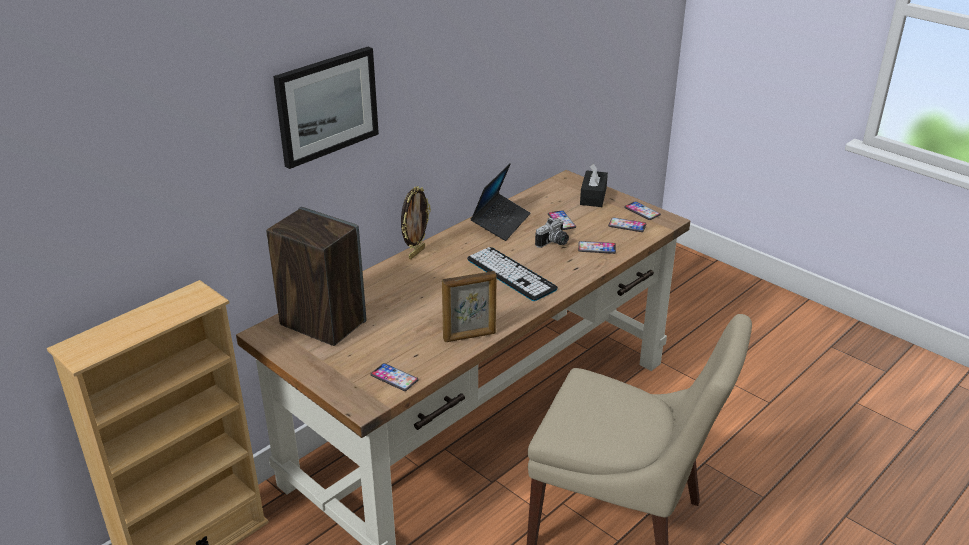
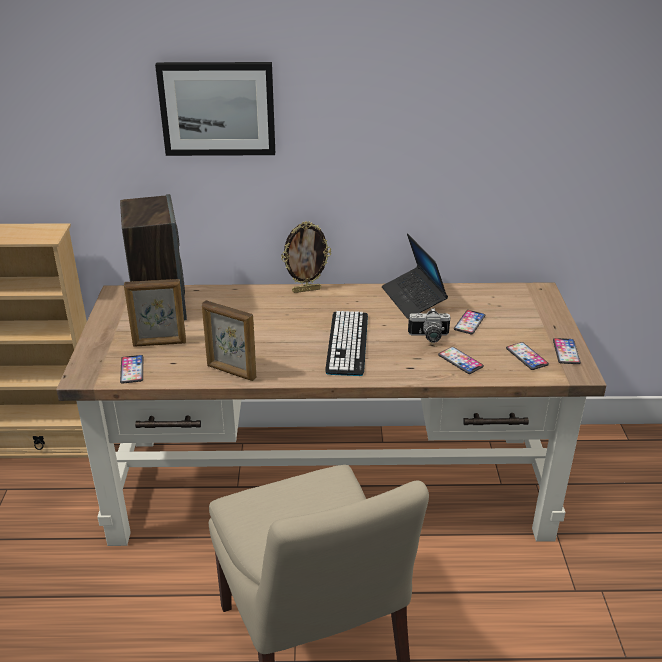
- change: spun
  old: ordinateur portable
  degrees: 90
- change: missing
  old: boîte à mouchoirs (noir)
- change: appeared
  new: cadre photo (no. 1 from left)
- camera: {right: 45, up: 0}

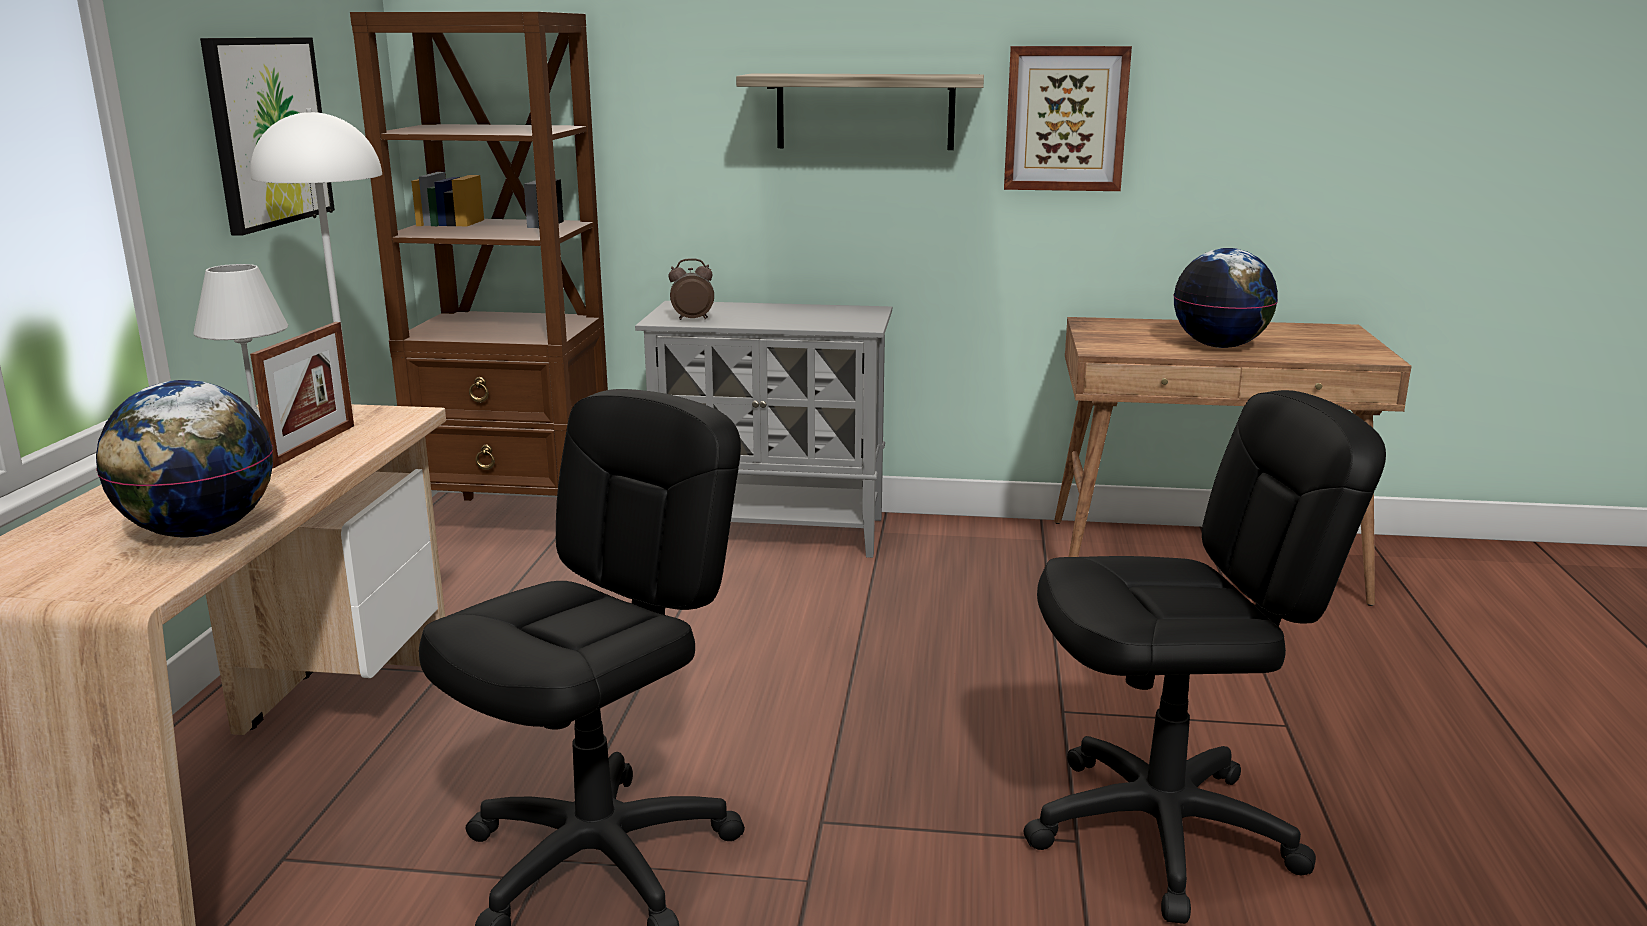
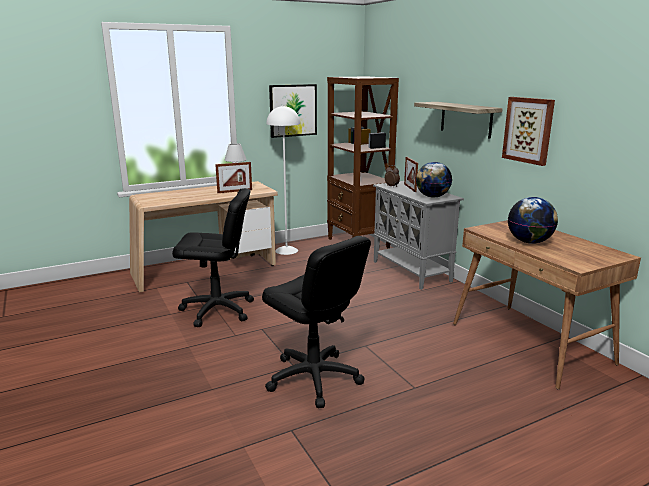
- change: relocated
  old: globe (no. 1 from left)
- change: appeared
  new: cadre photo (no. 2 from left)
- camera: {right: 55, up: 0}

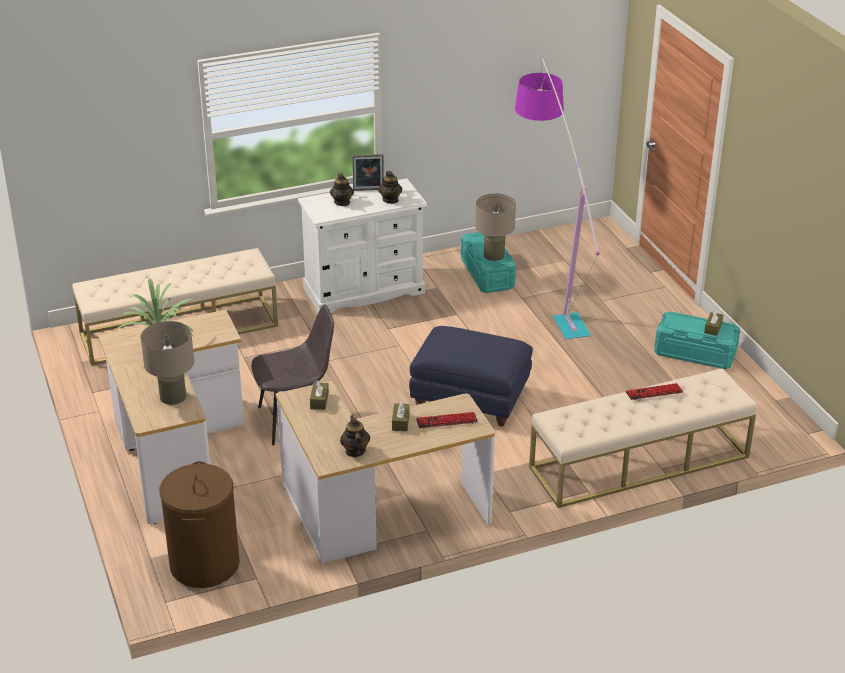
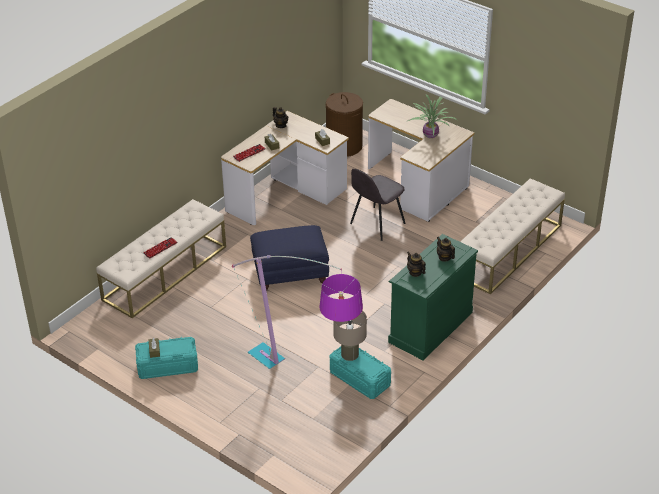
- change: missing
  old: cadre photo
- change: colour
  old: commode (blanc)
  new: commode (vert)
- change: missing
  old: lampe de table (beige) (no. 1 from left)
- camera: {right: 150, up: 5}

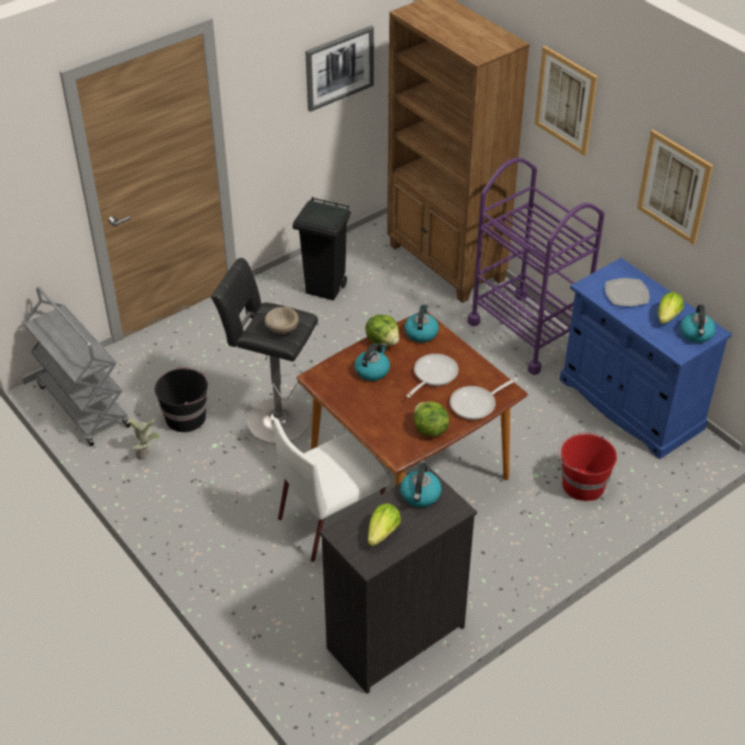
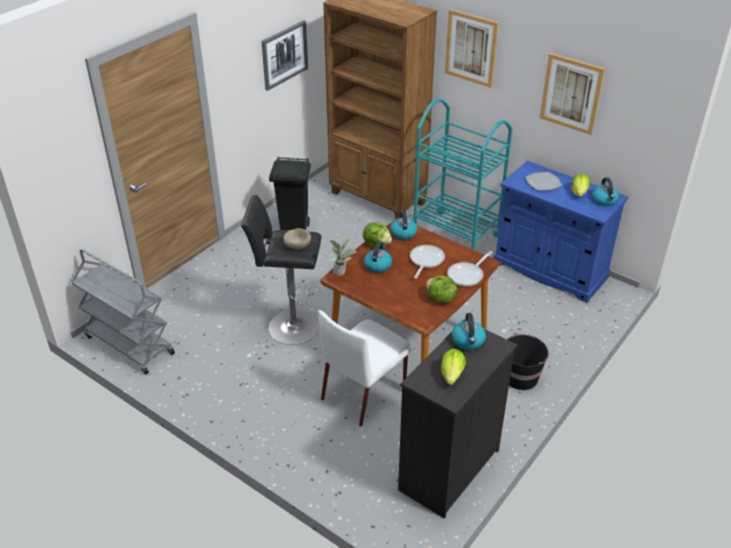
- change: colour
  old: chariot (violet)
  new: chariot (turquoise)
- change: relocated
  old: seau (noir)
- change: relocated
  old: plante en pot
- change: missing
  old: seau (rouge)
- camera: {right: -15, up: -5}

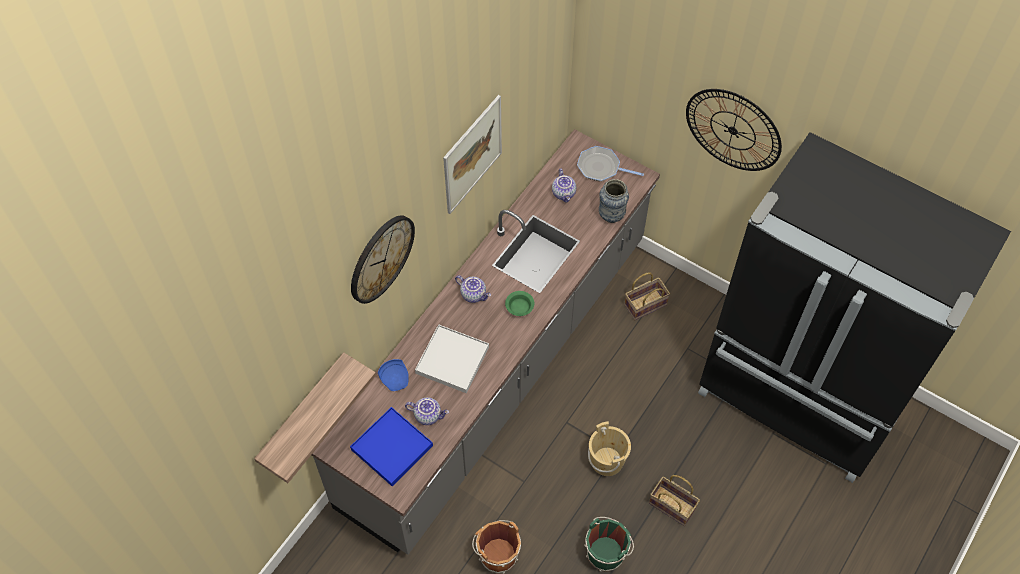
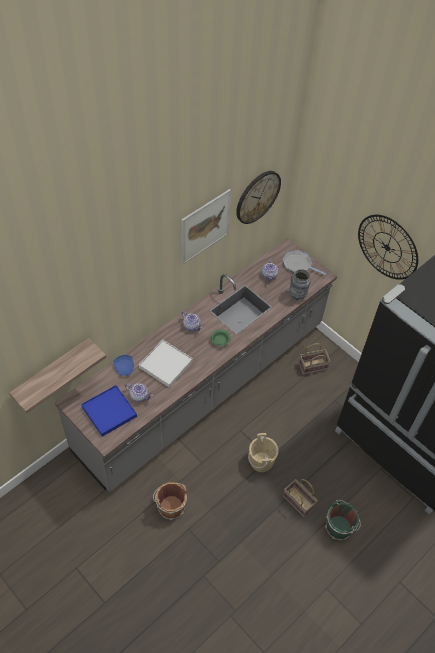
- change: relocated
  old: horloge murale (no. 1 from left)
- change: relocated
  old: seau (vert)
- camera: {right: 10, up: -5}

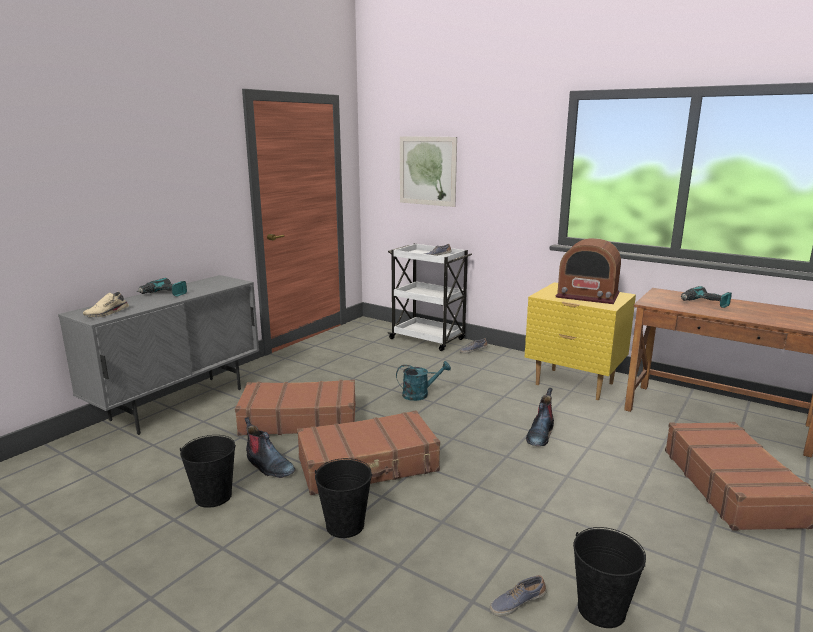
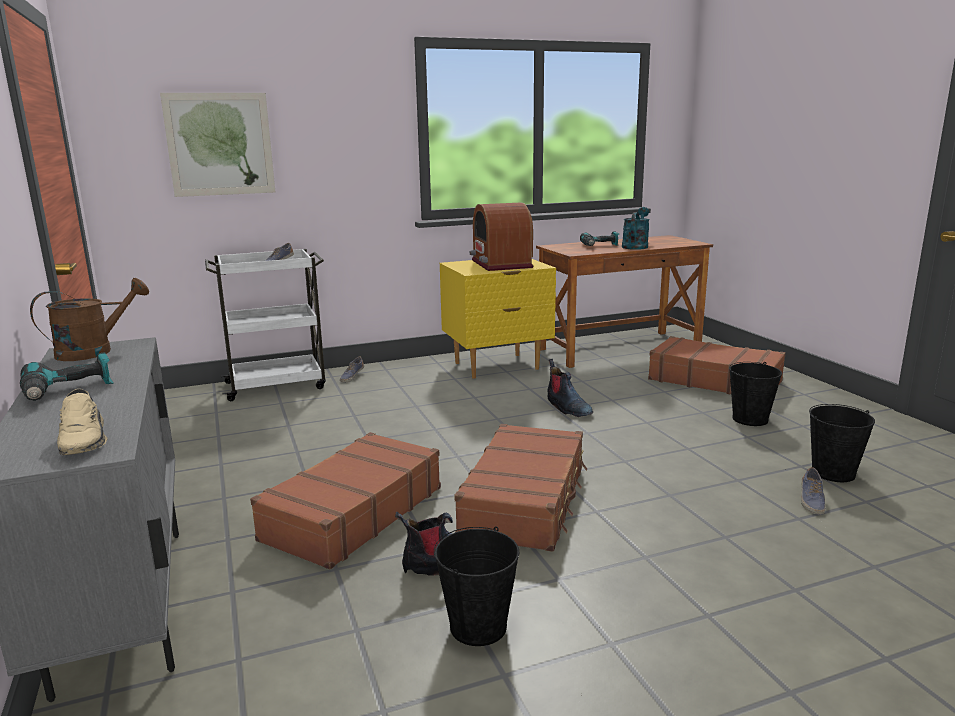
- change: spun
  old: radio
  degrees: 105
- change: relocated
  old: arrosoir (turquoise)
- change: relocated
  old: seau (noir) (no. 2 from left)
- change: appeared
  new: arrosoir (marron)
- camera: {right: -55, up: 0}

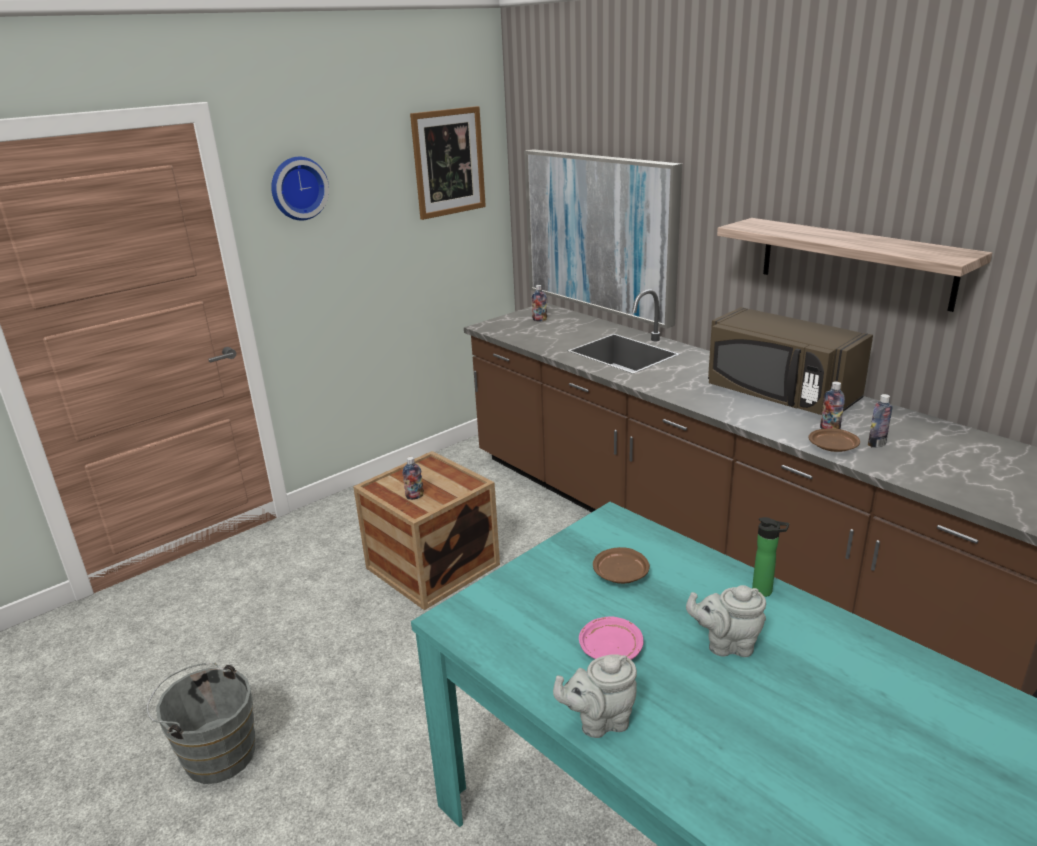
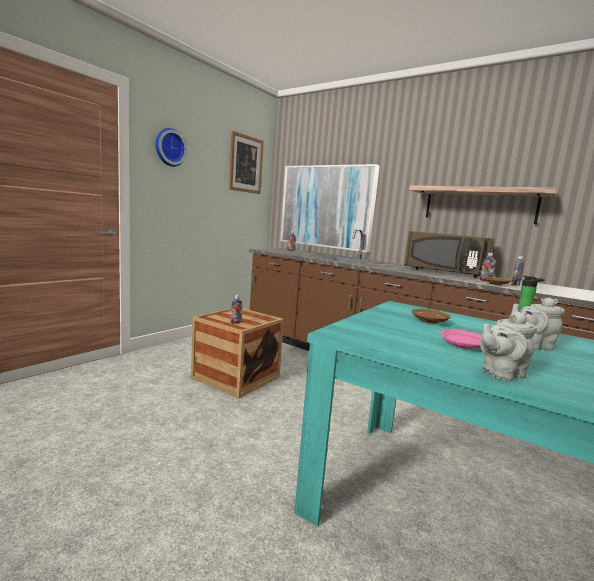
- change: missing
  old: seau (gris)
- camera: {right: -15, up: -15}

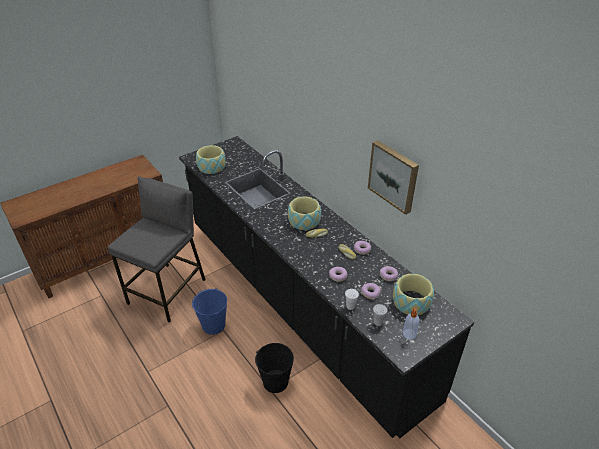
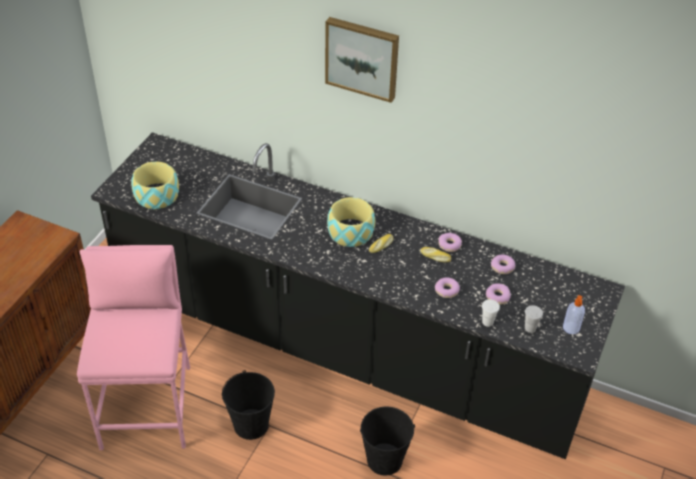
- change: relocated
  old: tableau
- change: colour
  old: tabouret (gris)
  new: tabouret (rose)
- change: missing
  old: bol (no. 3 from left)
- change: colour
  old: seau (bleu)
  new: seau (noir) (no. 1 from left)
- camera: {right: -30, up: 5}

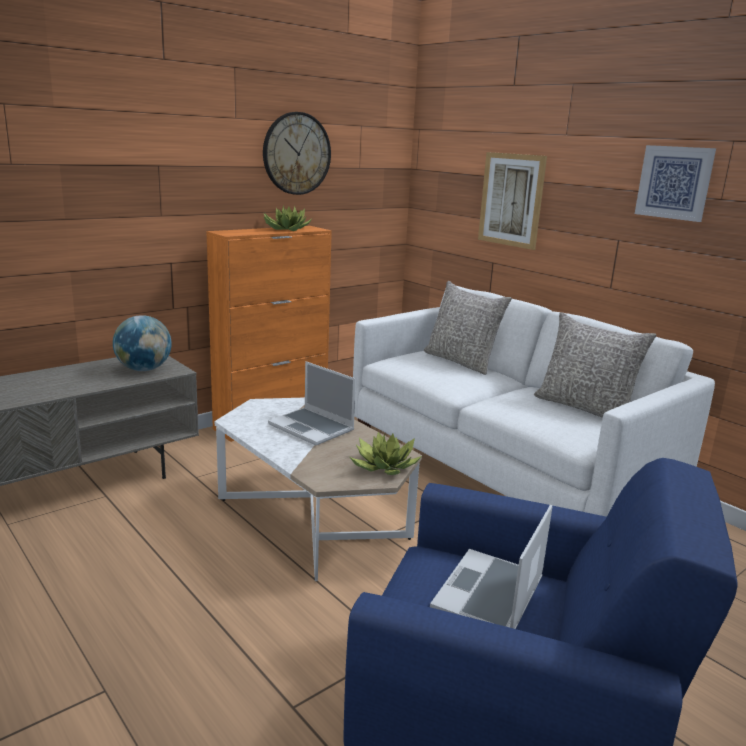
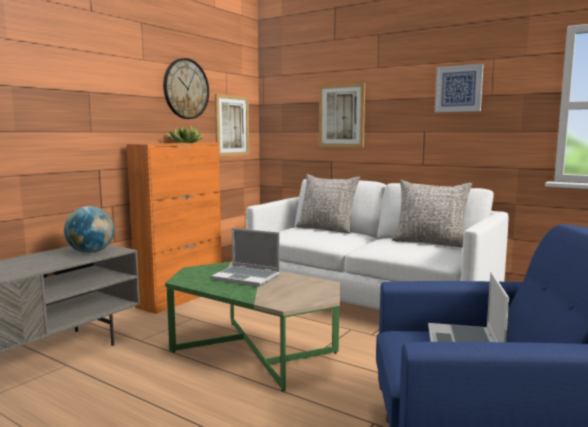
- change: colour
  old: table basse (blanc)
  new: table basse (vert)
- change: missing
  old: plante en pot (no. 2 from left)
- change: appeared
  new: tableau (no. 1 from left)
- camera: {right: -15, up: -10}

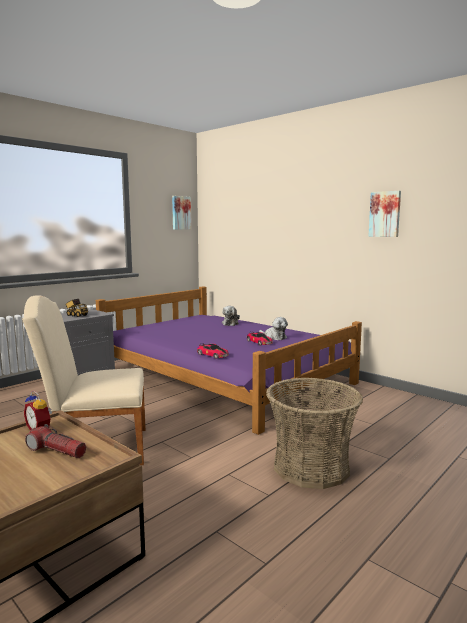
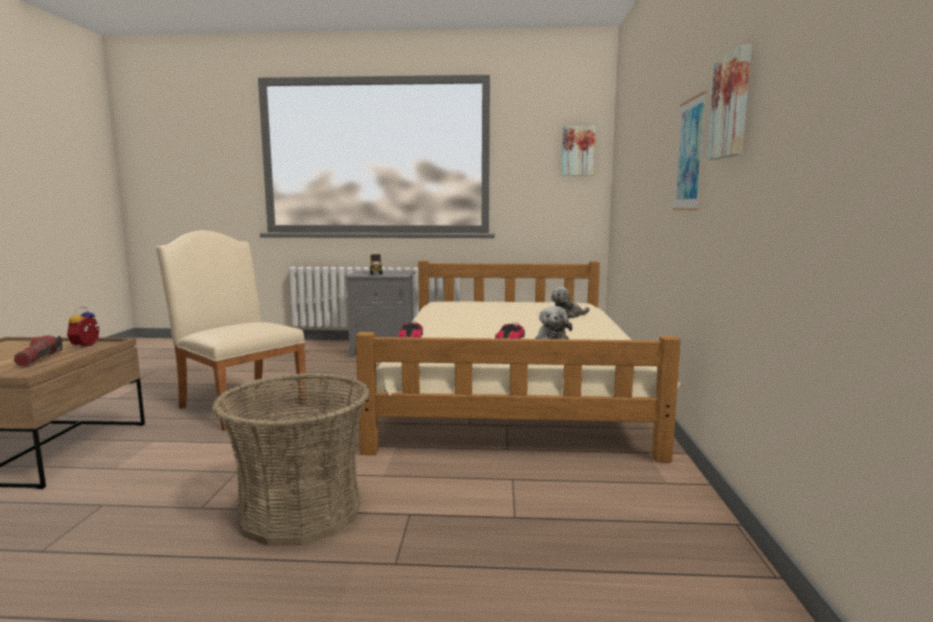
- change: colour
  old: lit (violet)
  new: lit (beige)
- change: appeared
  new: tableau (no. 2 from left)
- camera: {right: 50, up: 0}

